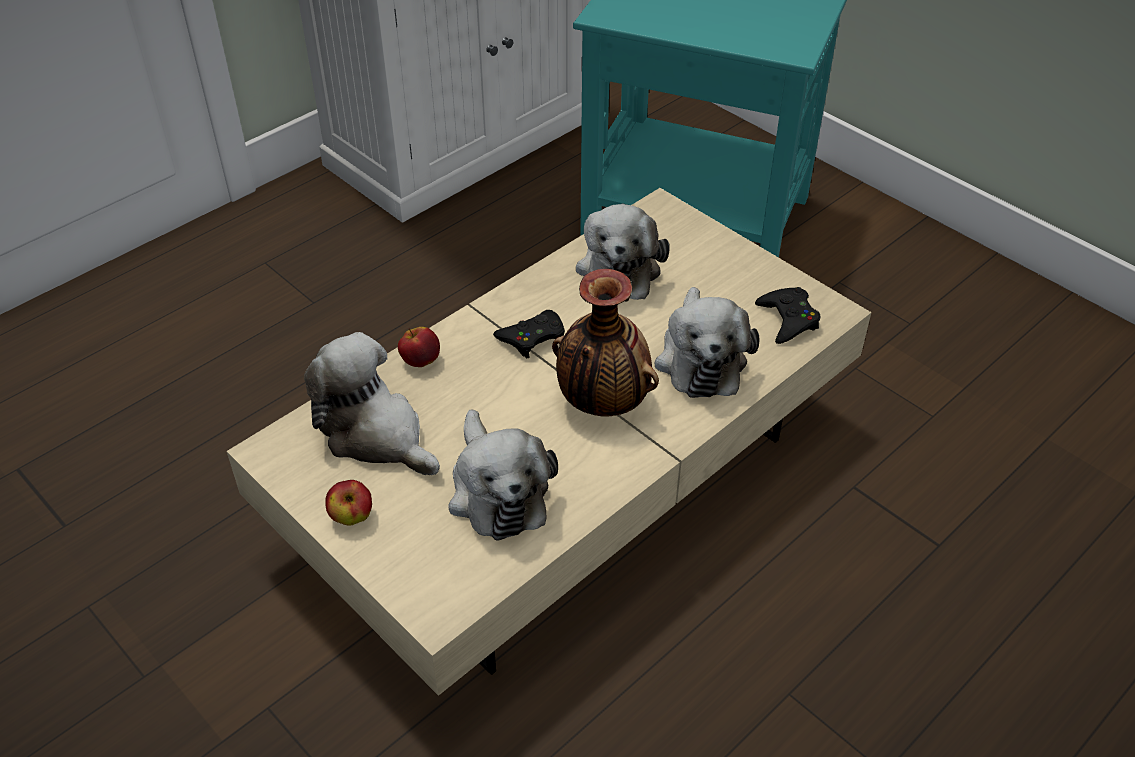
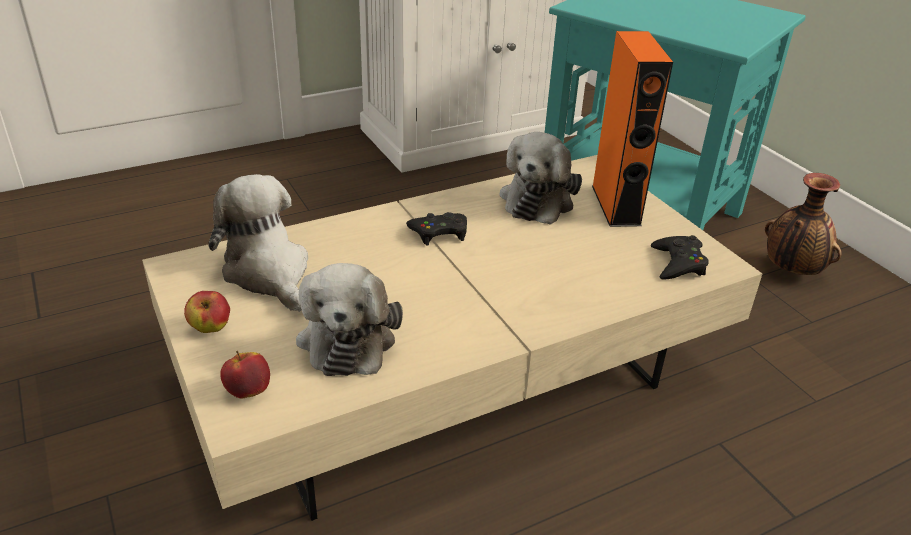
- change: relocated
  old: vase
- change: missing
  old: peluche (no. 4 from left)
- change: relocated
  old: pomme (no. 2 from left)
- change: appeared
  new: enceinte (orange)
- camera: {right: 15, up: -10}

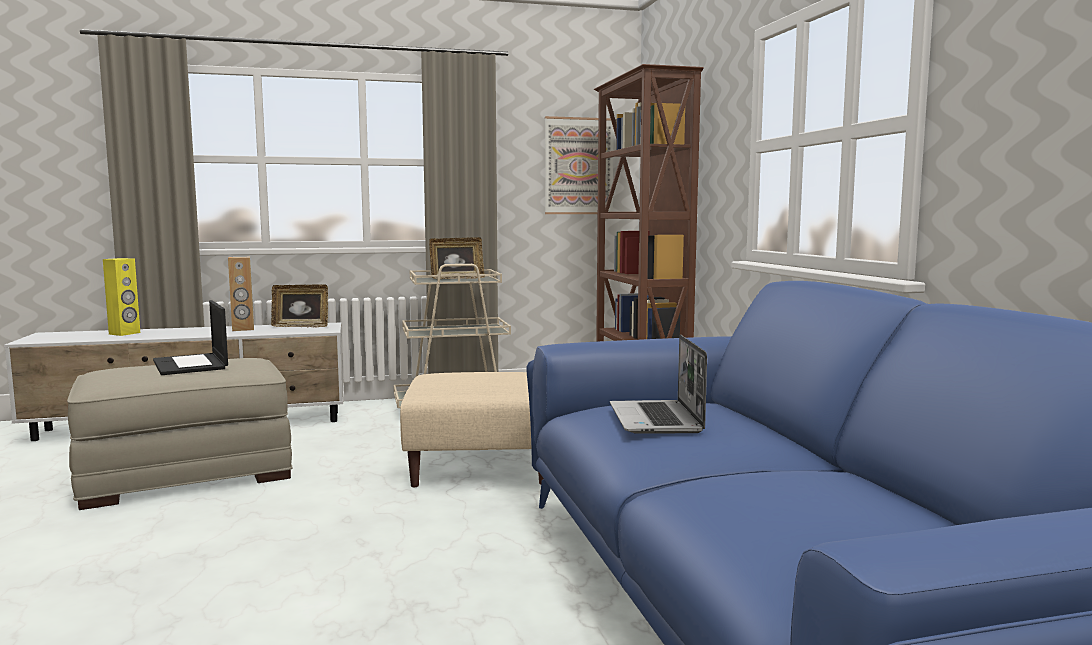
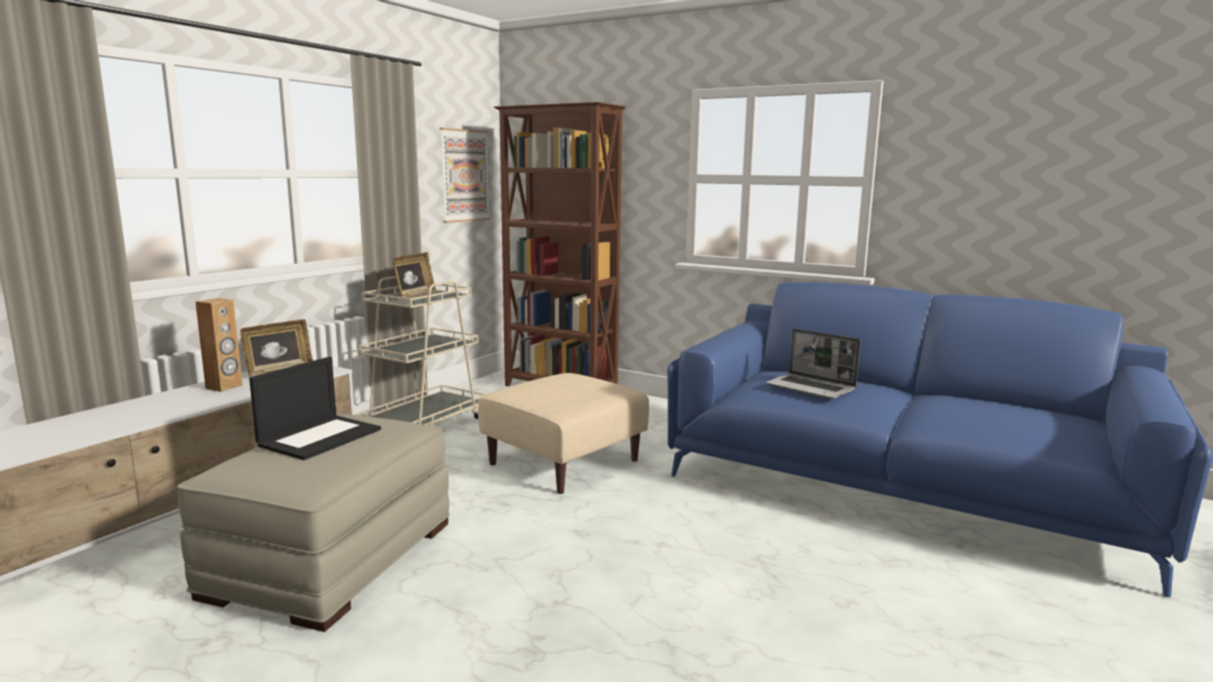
- change: missing
  old: enceinte (jaune)
- change: spun
  old: ordinateur portable (no. 1 from left)
  degrees: -75
- camera: {right: -45, up: 5}

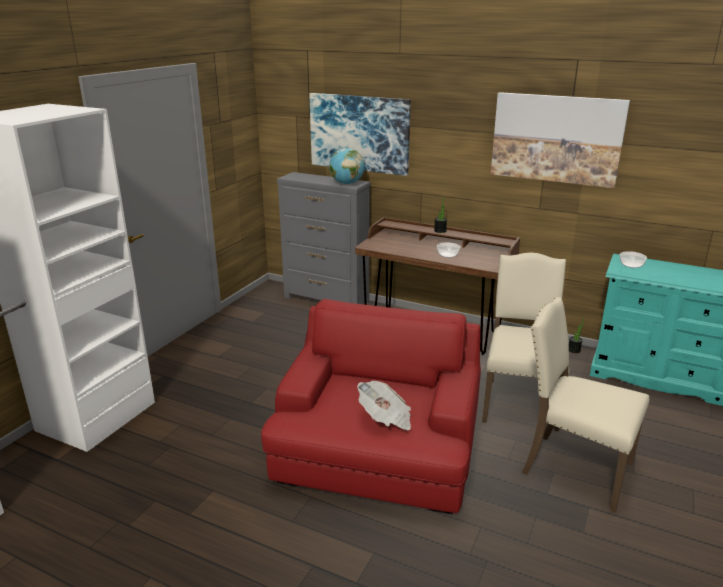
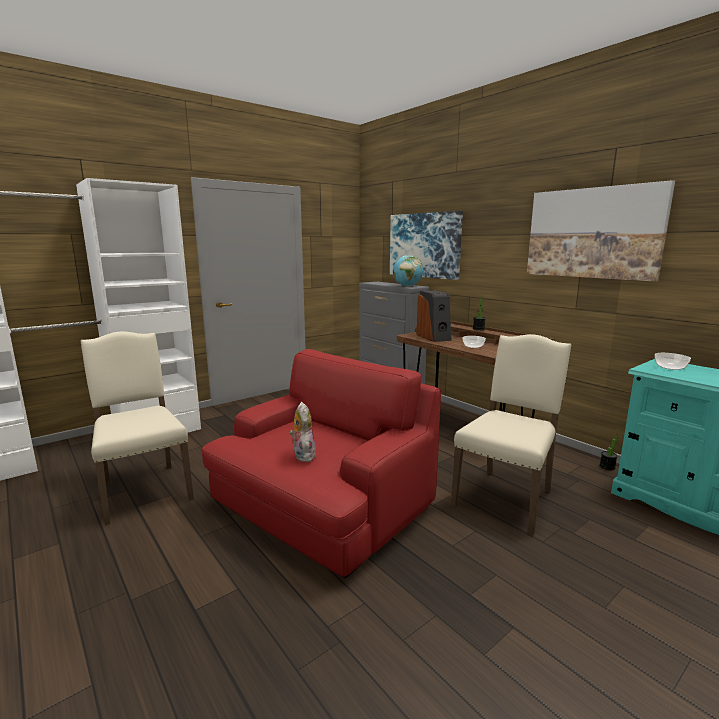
- change: relocated
  old: chaise (beige) (no. 2 from left in the first image)
  new: chaise (beige) (no. 1 from left)
- change: exchanged
  old: journal
  new: peluche
- change: appeared
  new: enceinte
- camera: {right: 25, up: -10}

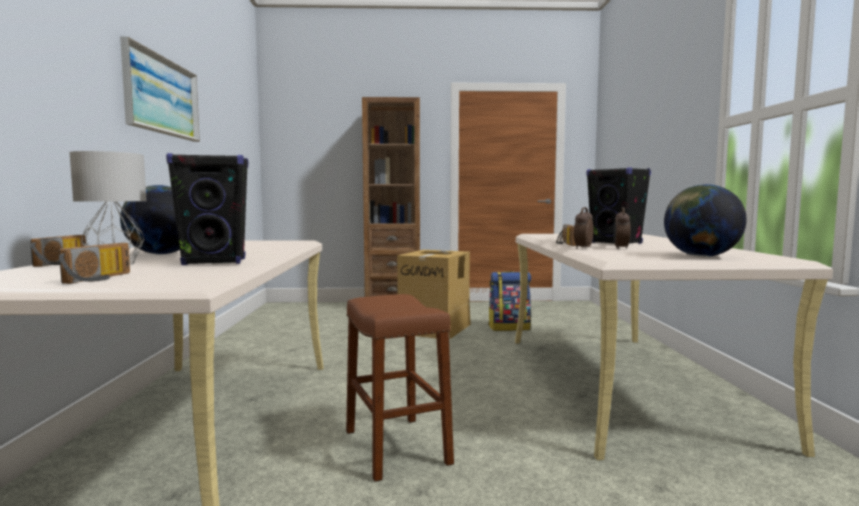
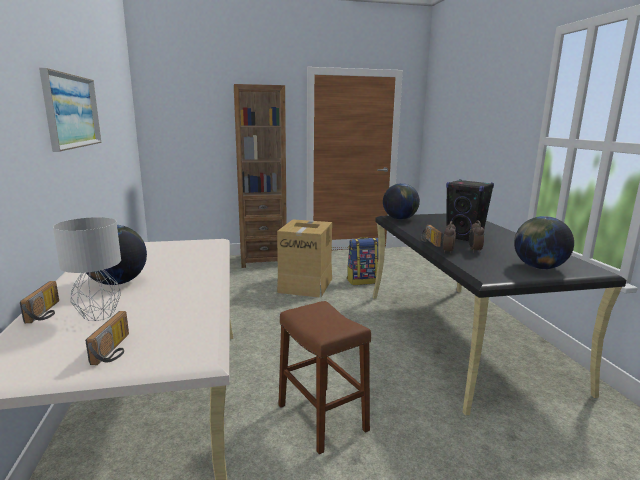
- change: missing
  old: enceinte (noir) (no. 1 from left)
- change: colour
  old: bureau (beige) (no. 2 from left)
  new: bureau (noir)
- change: appeared
  new: globe (no. 2 from left)
- camera: {right: -10, up: 10}

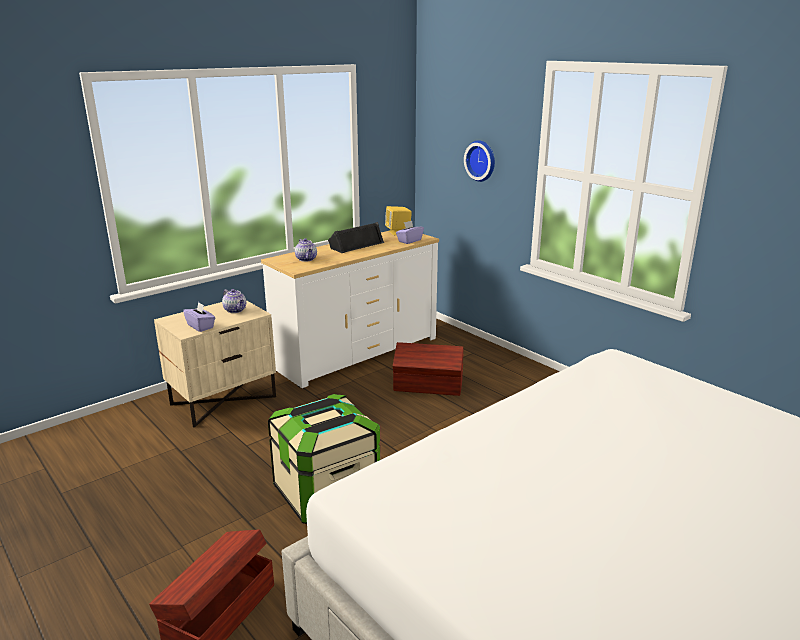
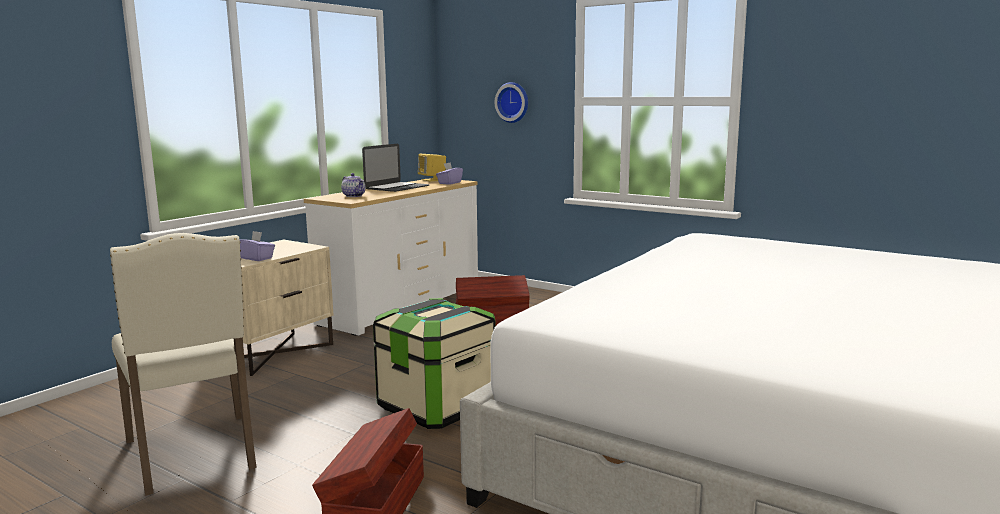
- change: exchanged
  old: enceinte (noir)
  new: ordinateur portable
- change: missing
  old: théière (no. 1 from left)
- change: appeared
  new: chaise (beige)
- camera: {right: -15, up: -10}

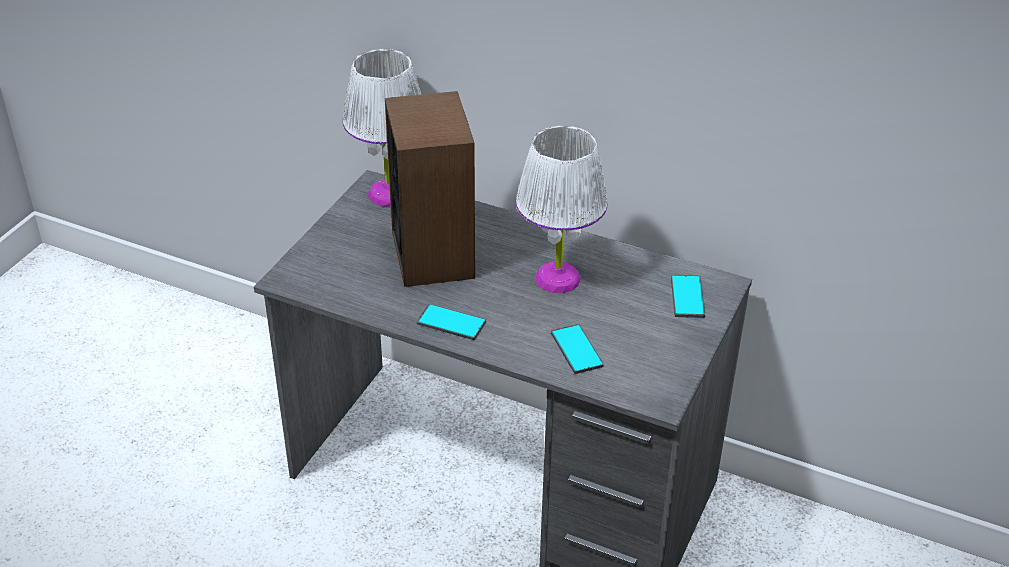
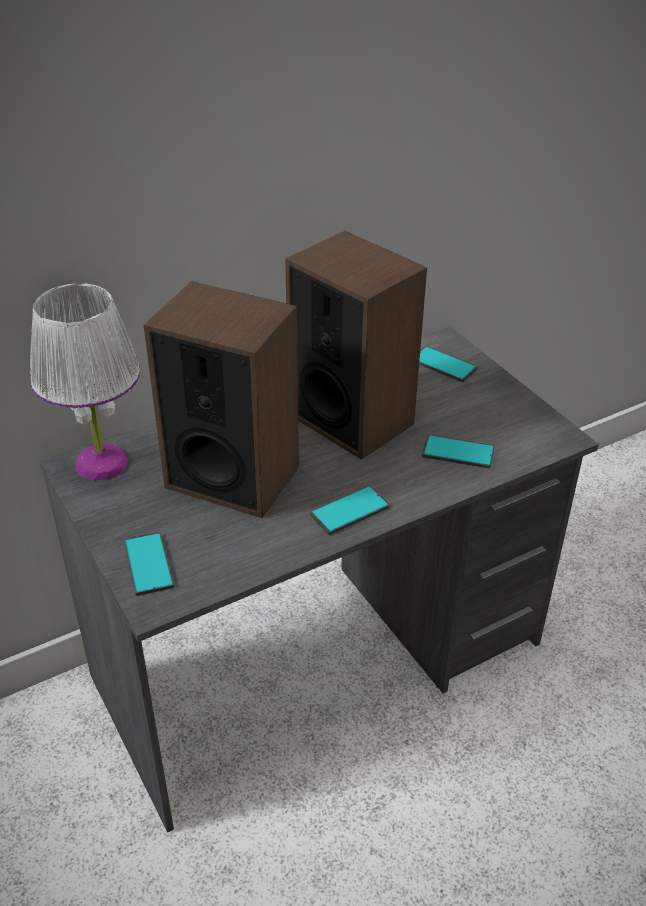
- change: exchanged
  old: lampe de table (blanc) (no. 2 from left)
  new: enceinte (no. 2 from left)
- change: appeared
  new: téléphone (no. 1 from left)
- camera: {right: -55, up: 0}

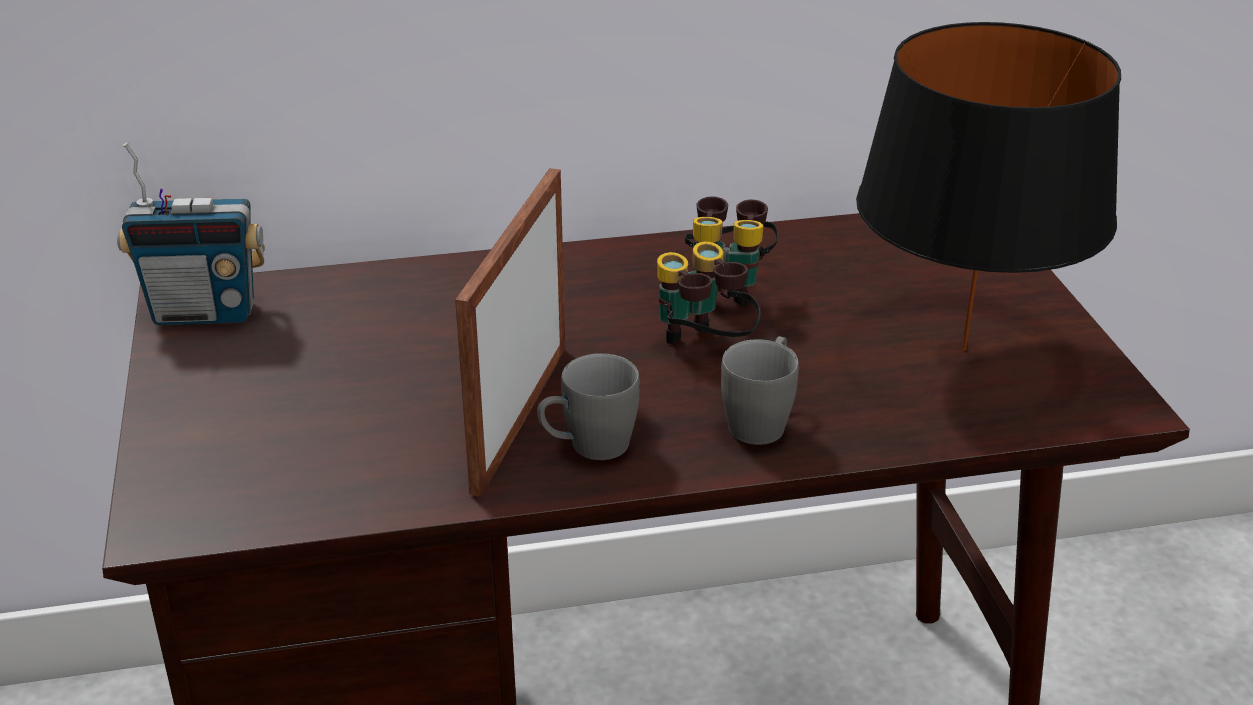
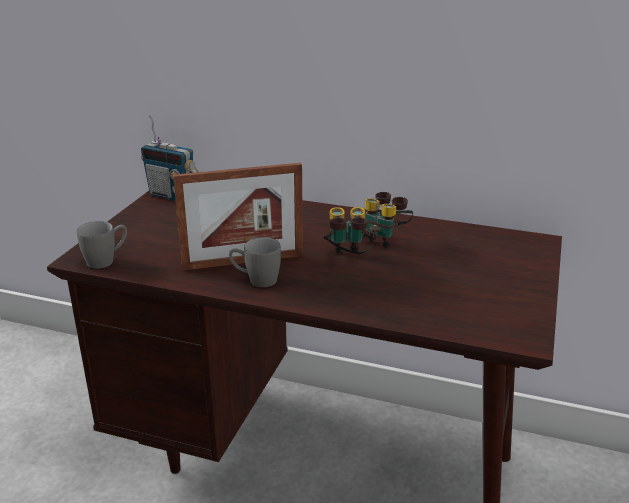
- change: missing
  old: lampe de table (noir)
- change: spun
  old: cadre photo
  degrees: -150
- change: relocated
  old: mug (gris) (no. 2 from left in the first image)
  new: mug (gris) (no. 1 from left)
- camera: {right: 30, up: -5}

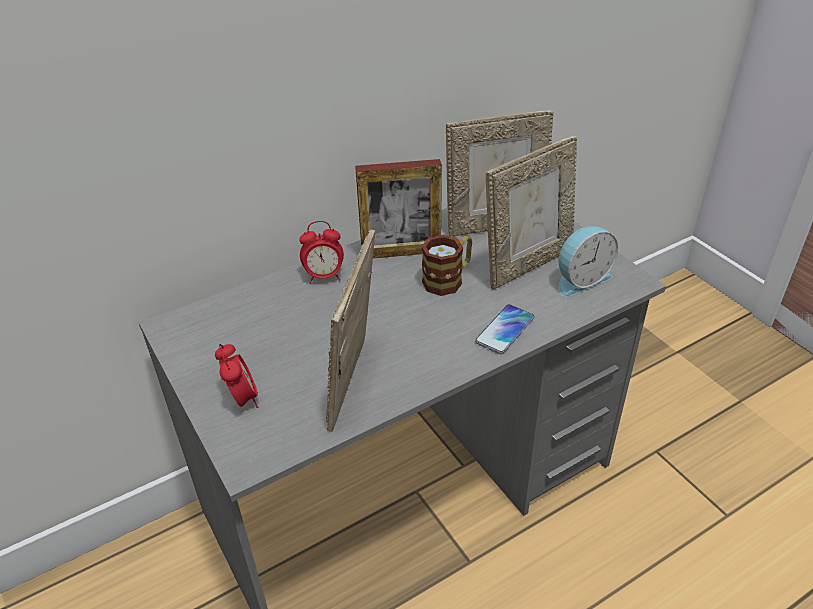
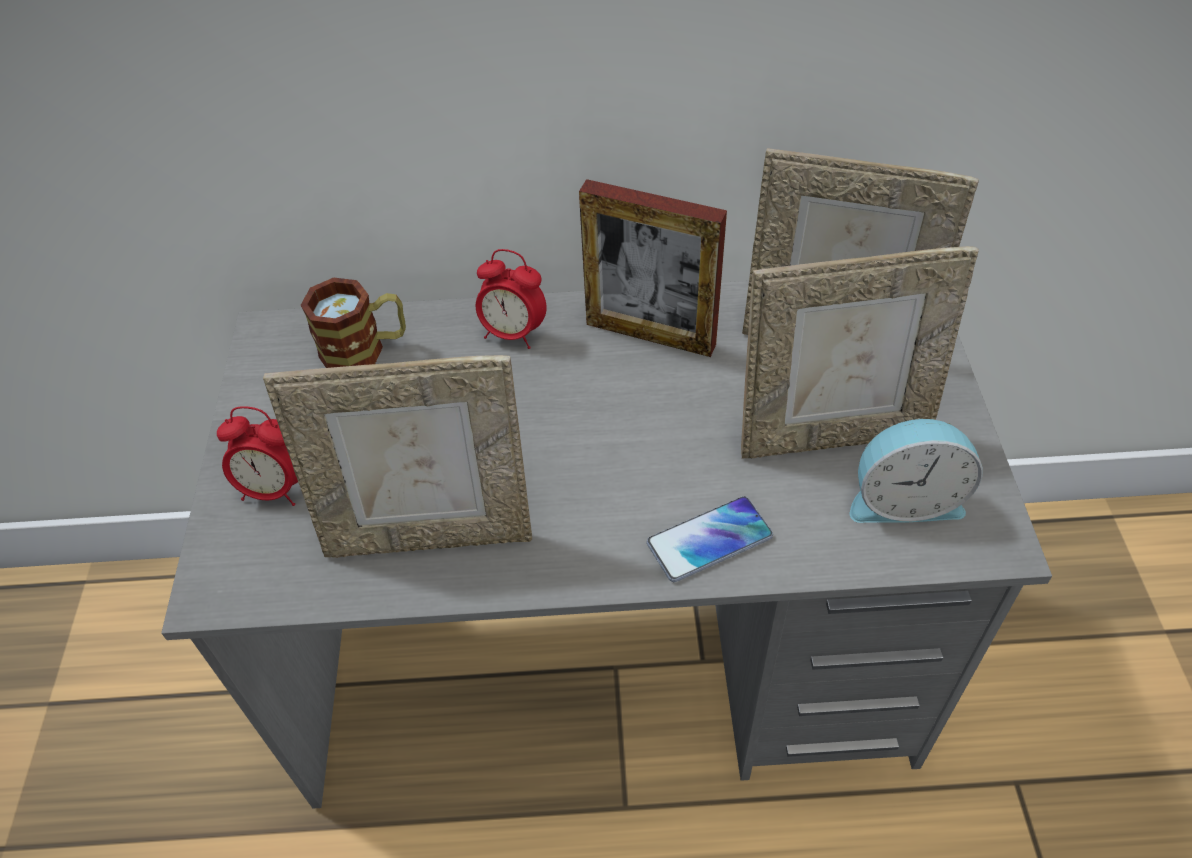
- change: spun
  old: cadre photo (no. 1 from left)
  degrees: -135
- change: relocated
  old: mug
- change: spun
  old: réveil (no. 1 from left)
  degrees: 90
- camera: {right: 30, up: 10}

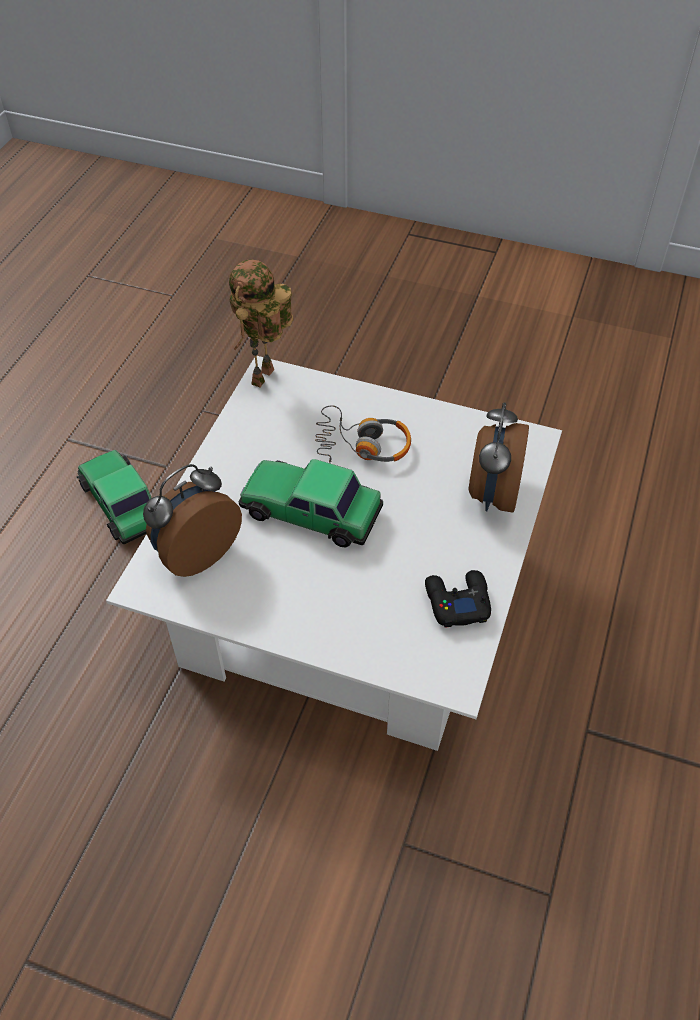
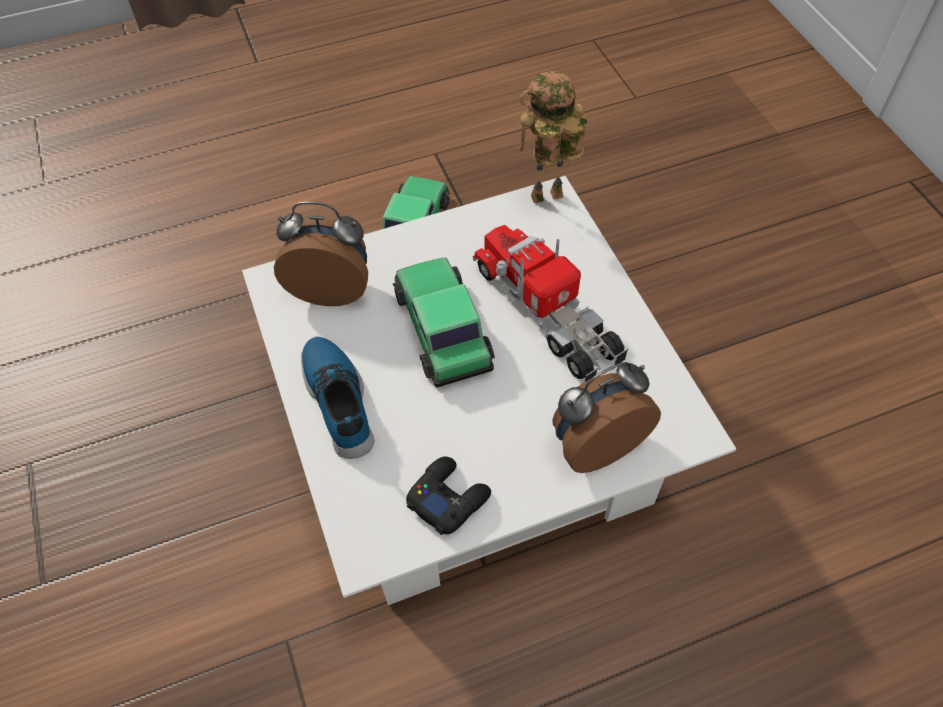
- change: exchanged
  old: casque audio
  new: camion jouet
- change: appeared
  new: chaussure
- camera: {right: 50, up: 5}

